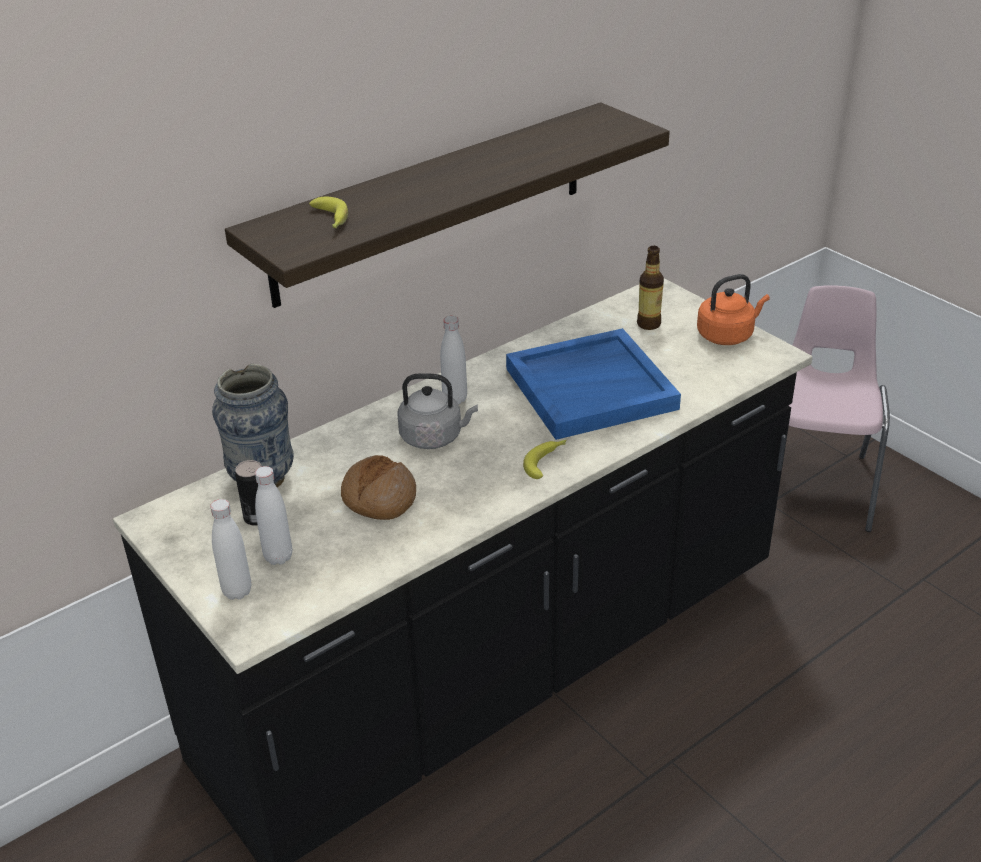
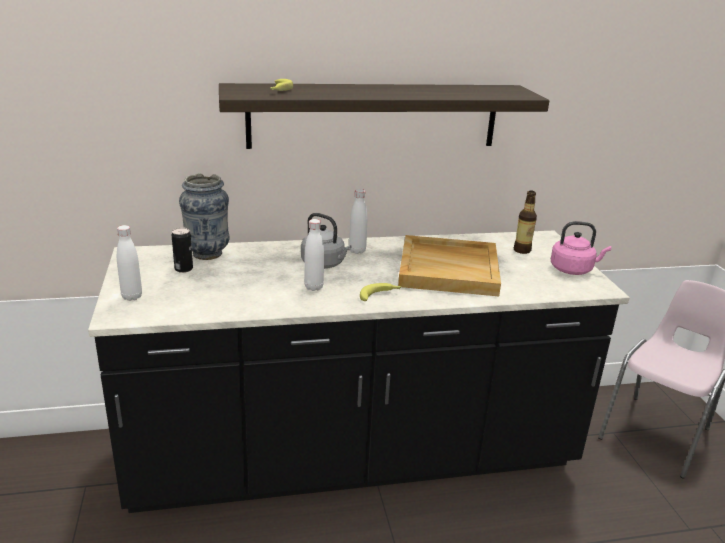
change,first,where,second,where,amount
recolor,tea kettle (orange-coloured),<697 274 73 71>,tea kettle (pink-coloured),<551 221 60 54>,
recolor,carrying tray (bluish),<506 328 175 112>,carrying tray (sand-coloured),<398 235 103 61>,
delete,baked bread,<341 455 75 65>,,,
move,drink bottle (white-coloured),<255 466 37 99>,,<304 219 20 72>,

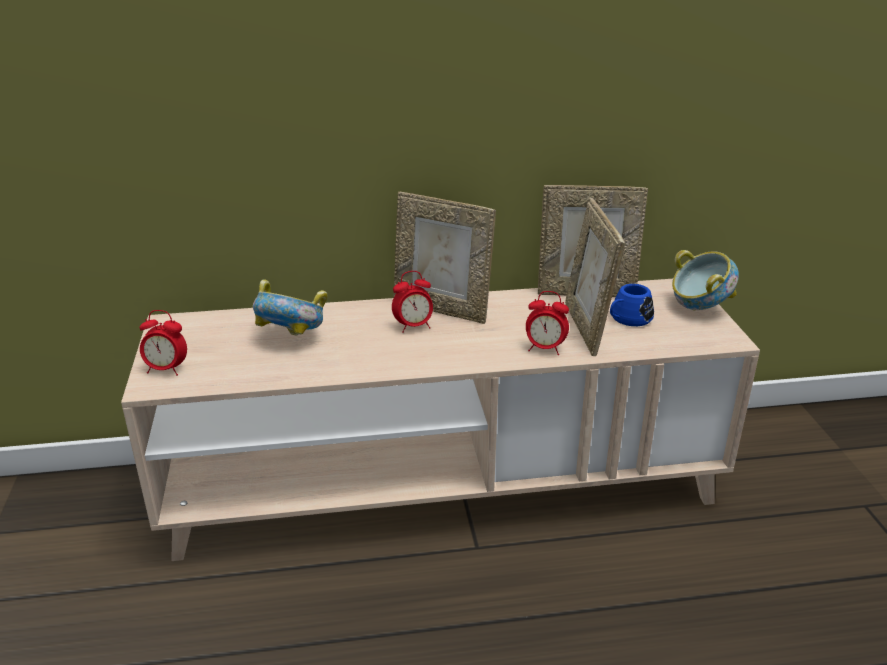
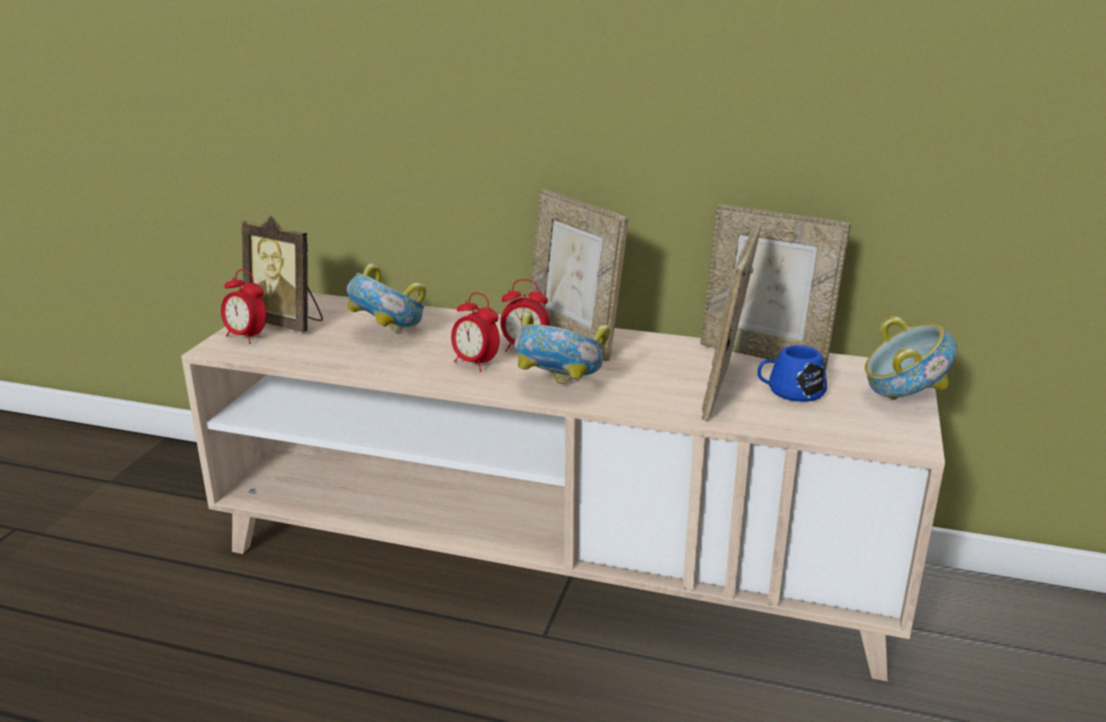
change,first,where,second,where,amount
move,table clock,<526 291 43 64>,,<451 292 49 80>,
insert,,,picture frame,<242 216 81 116>,
insert,,,serving bowl,<514 311 96 73>,

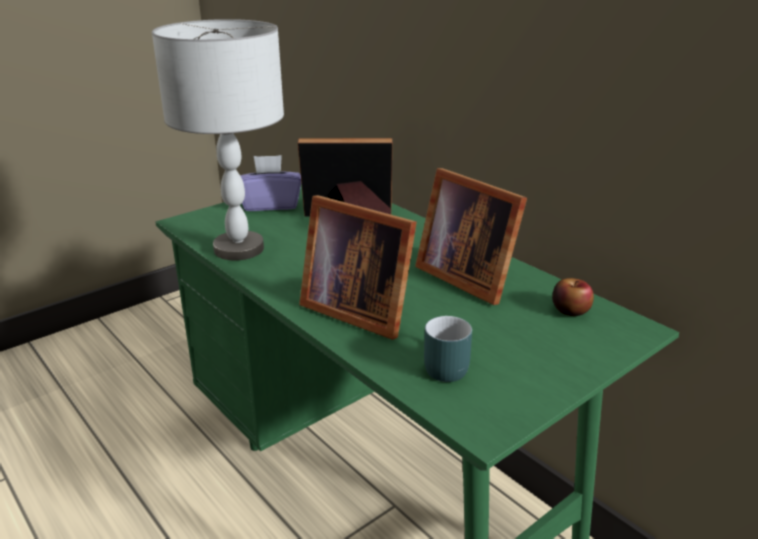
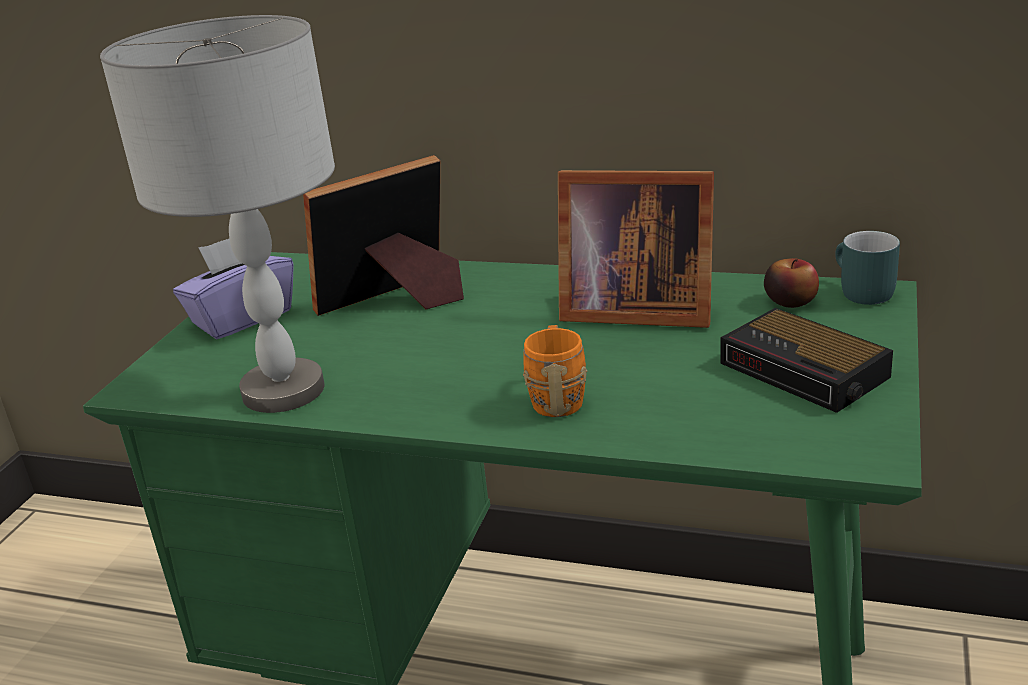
change,first,where,second,where,amount
replace,picture frame,<299 195 118 145>,tea mug (orange-coloured),<523 325 64 92>,
move,tea mug (blue-green),<424 316 48 66>,,<835 231 65 74>,
insert,,,table clock,<721 308 172 105>,

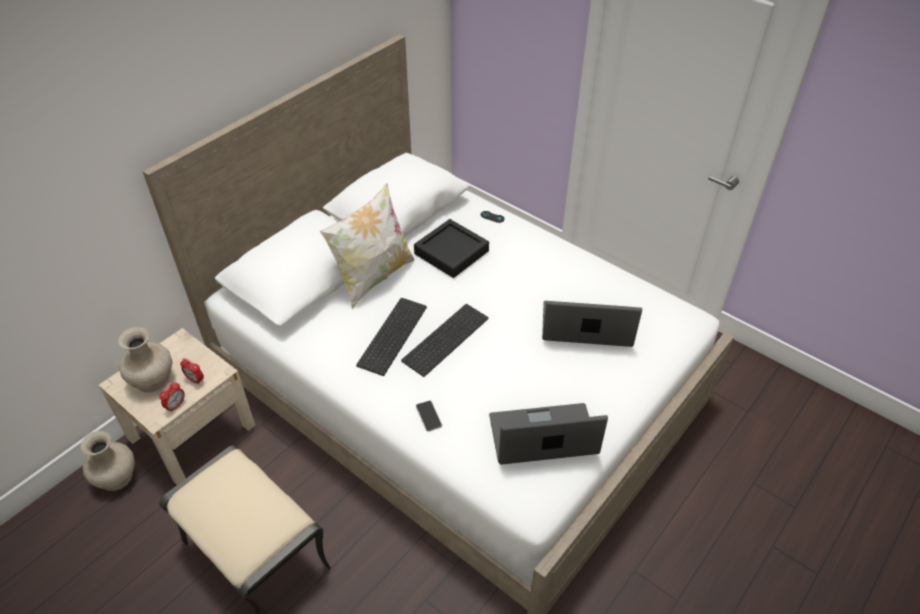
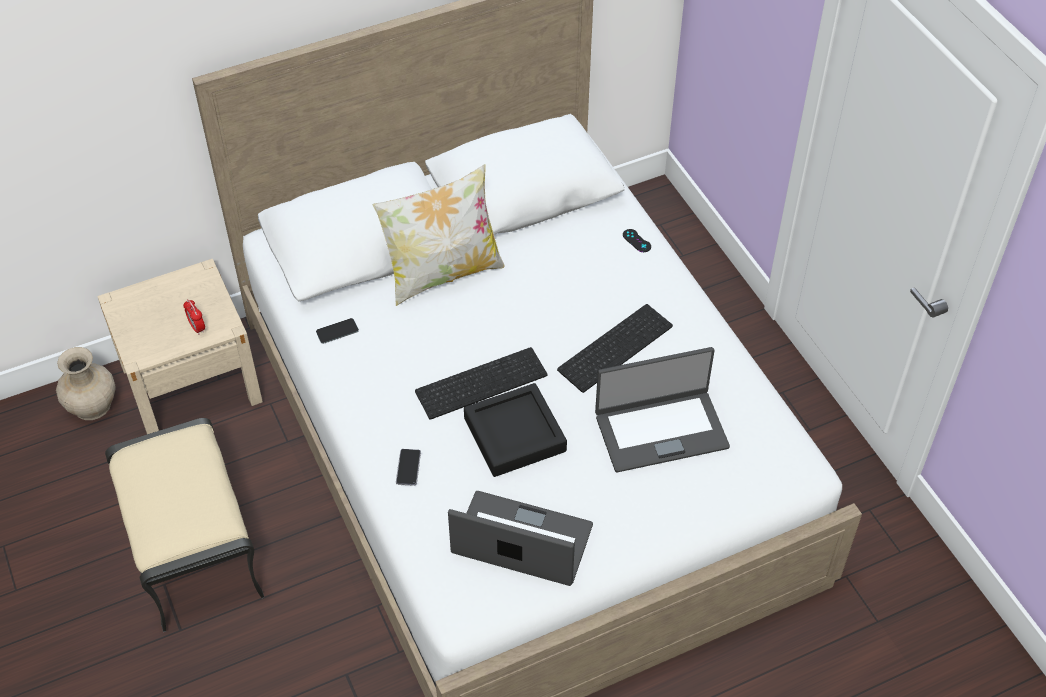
change,first,where,second,where,amount
move,carrying tray (black),<414 219 75 59>,,<464 383 103 94>,
move,keyboard,<356 298 71 78>,,<557 304 116 89>,
rotate,notebook computer,<542 301 100 46>,,<595 347 135 125>,135 degrees clockwise
delete,vase (sand-coloured),<117 326 55 66>,,,
delete,table clock,<160 382 25 30>,,,
insert,,,phone,<316 318 43 26>,

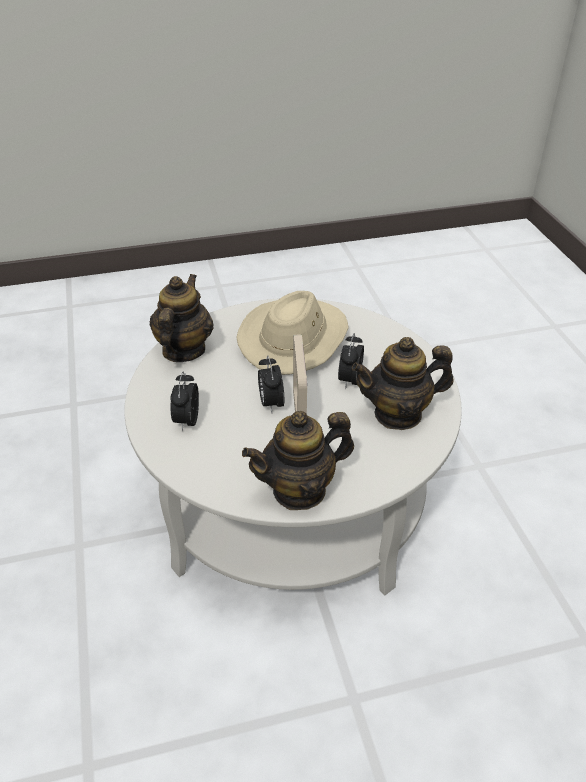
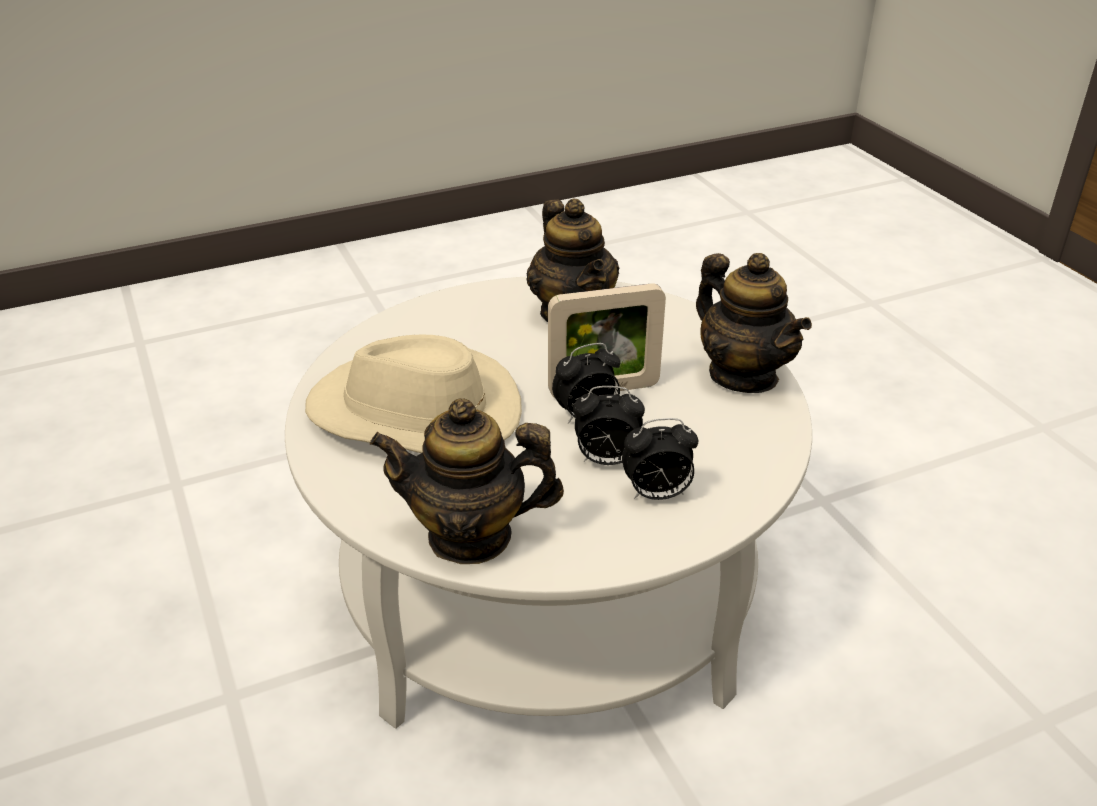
change,first,where,second,where,amount
move,table clock,<338 333 26 56>,,<573 386 72 79>,

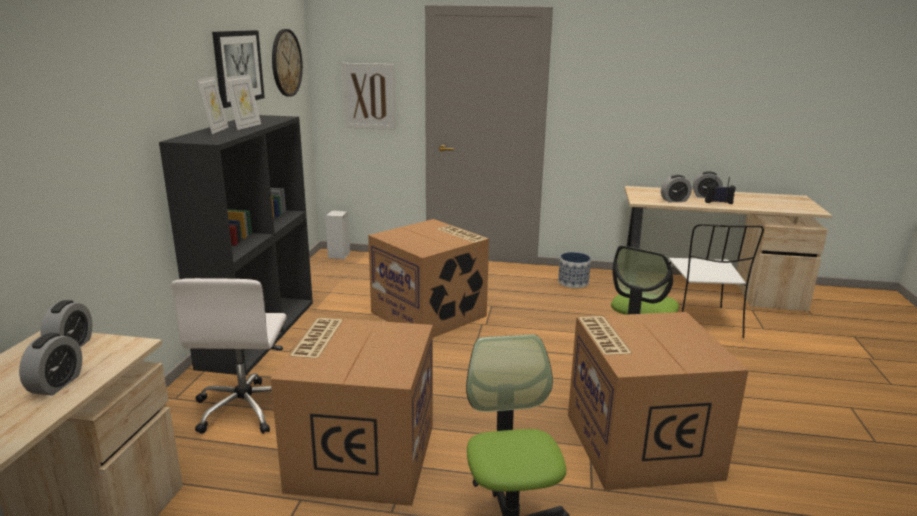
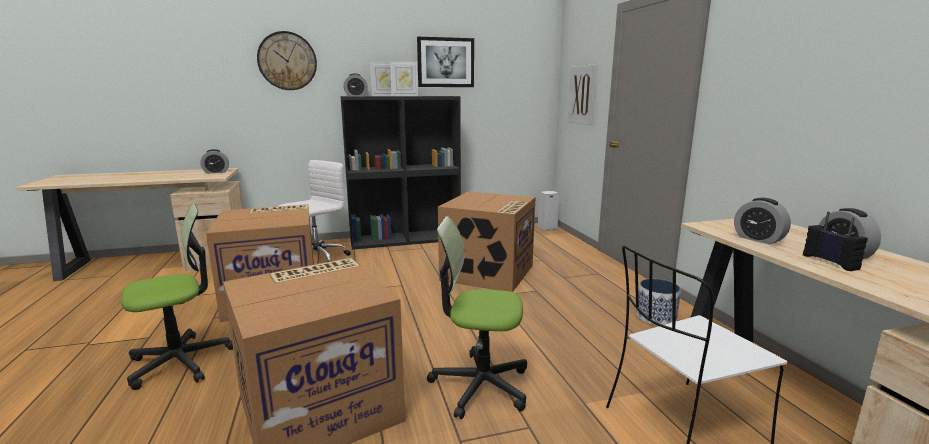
change,first,where,second,where,amount
move,wall clock,<272 29 31 68>,,<257 31 60 59>,
rotate,office chair (white-coloured),<171 278 116 156>,,<278 160 73 102>,150 degrees clockwise
move,table clock,<19 333 63 63>,,<344 74 24 22>,

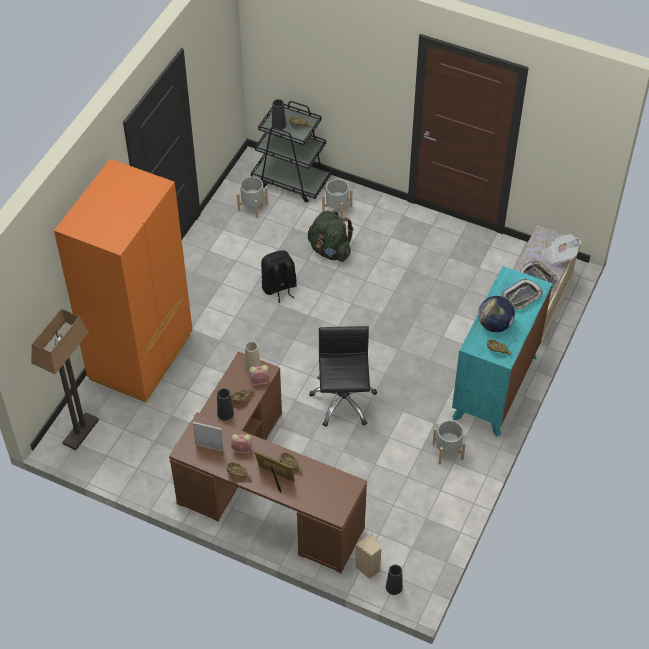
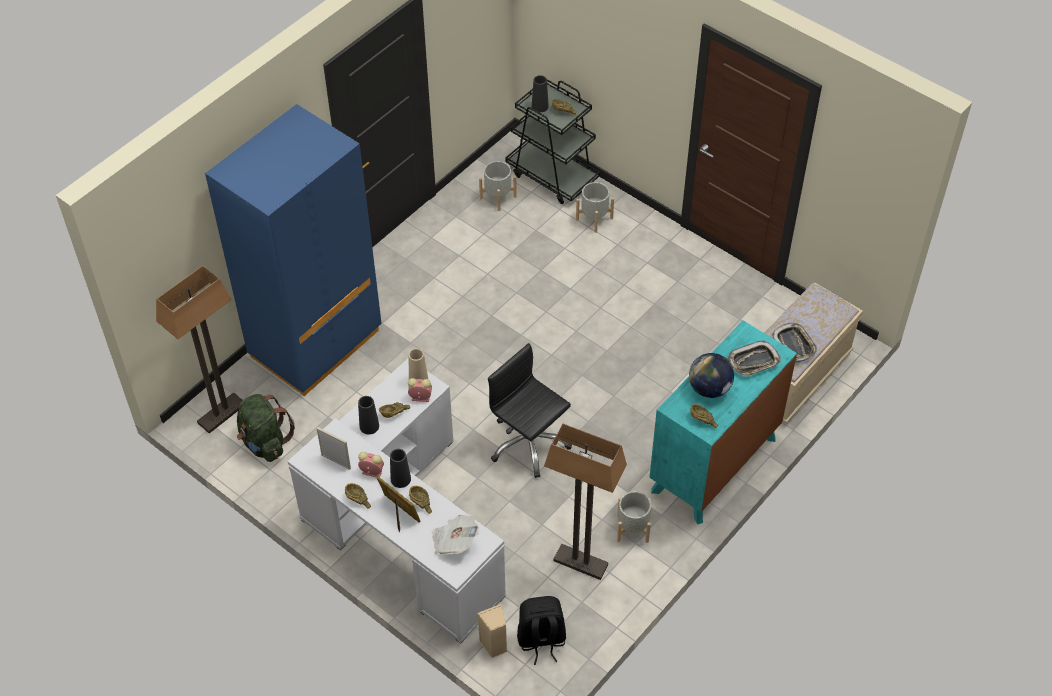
change,first,where,second,where,amount
recolor,armoire (orange-coloured),<54 159 138 244>,armoire (bluish),<205 104 177 292>,
move,backpack (green-coloured),<308 211 46 51>,,<237 394 58 68>,
move,newspaper,<542 234 39 31>,,<432 515 47 40>,
move,backpack (black),<261 250 36 53>,,<517 596 49 69>,
rotate,office chair (black),<309 326 68 101>,,<488 343 84 135>,60 degrees counterclockwise
recolor,desk table (brownish),<169 352 198 221>,desk table (white-coloured),<287 358 219 286>,
move,vase (black),<386 565 17 30>,,<390 449 21 39>,
insert,,,standard lamp,<544 424 83 156>,

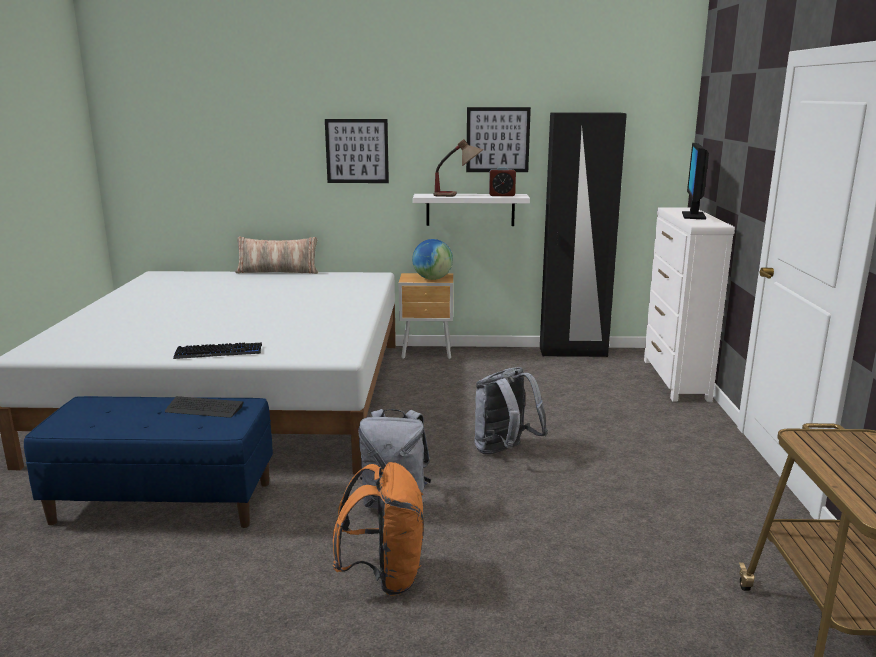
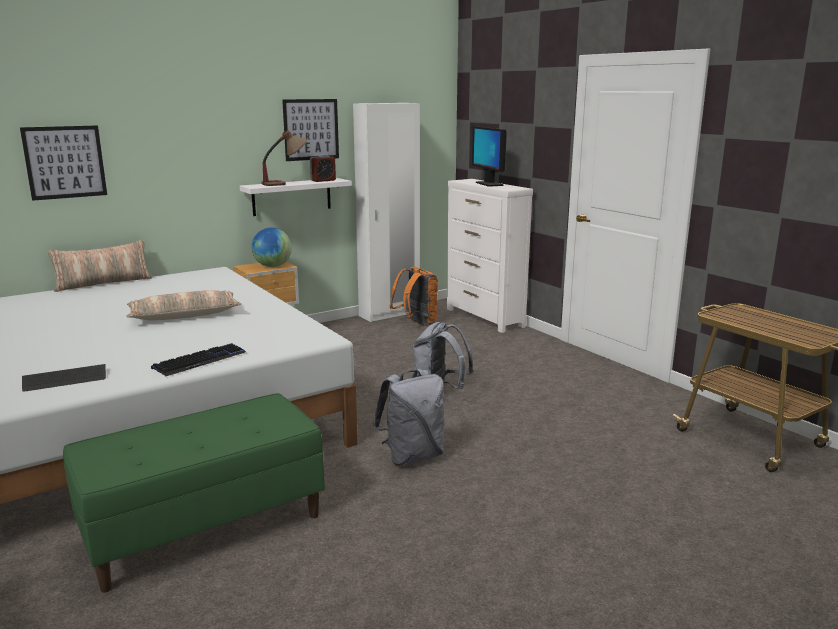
change,first,where,second,where,amount
recolor,armoire (black),<540 112 87 245>,armoire (white-coloured),<353 103 67 219>,
move,wall art,<325 119 64 64>,,<20 125 87 76>,
recolor,bench (bluish),<24 396 249 132>,bench (green-coloured),<63 393 262 200>,
move,keyboard,<165 396 79 22>,,<22 364 84 28>,
move,backpack (orange-coloured),<333 462 91 134>,,<389 267 49 59>,
insert,,,throw pillow,<126 290 115 30>,

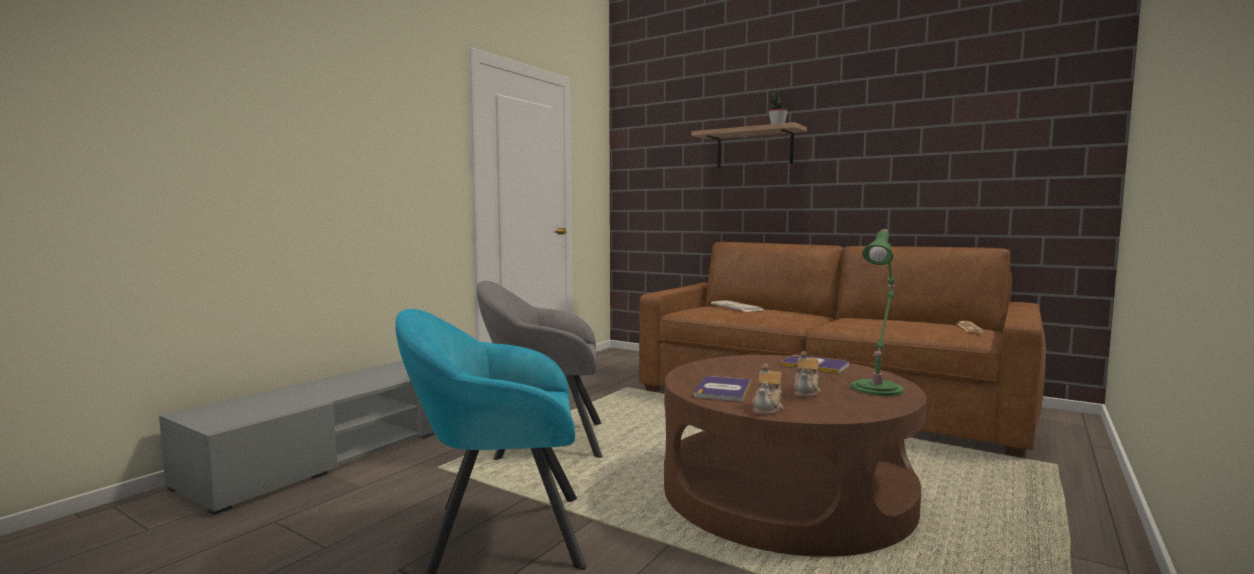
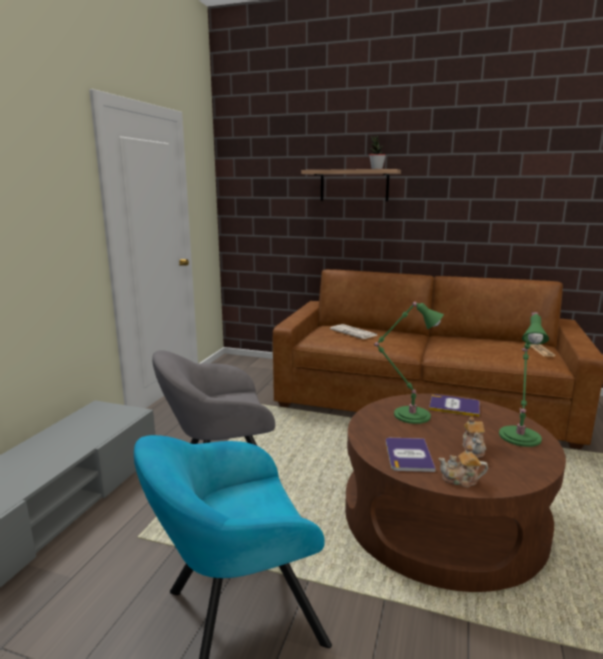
change,first,where,second,where,amount
rotate,pot for tea,<752 363 32 52>,,<438 445 50 43>,90 degrees clockwise
insert,,,table lamp (green-coloured),<375 302 69 122>,

